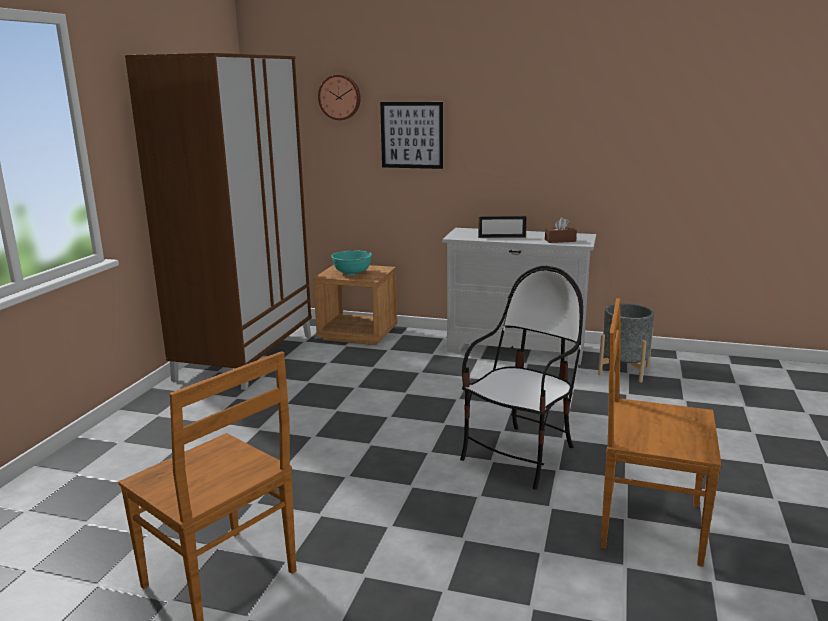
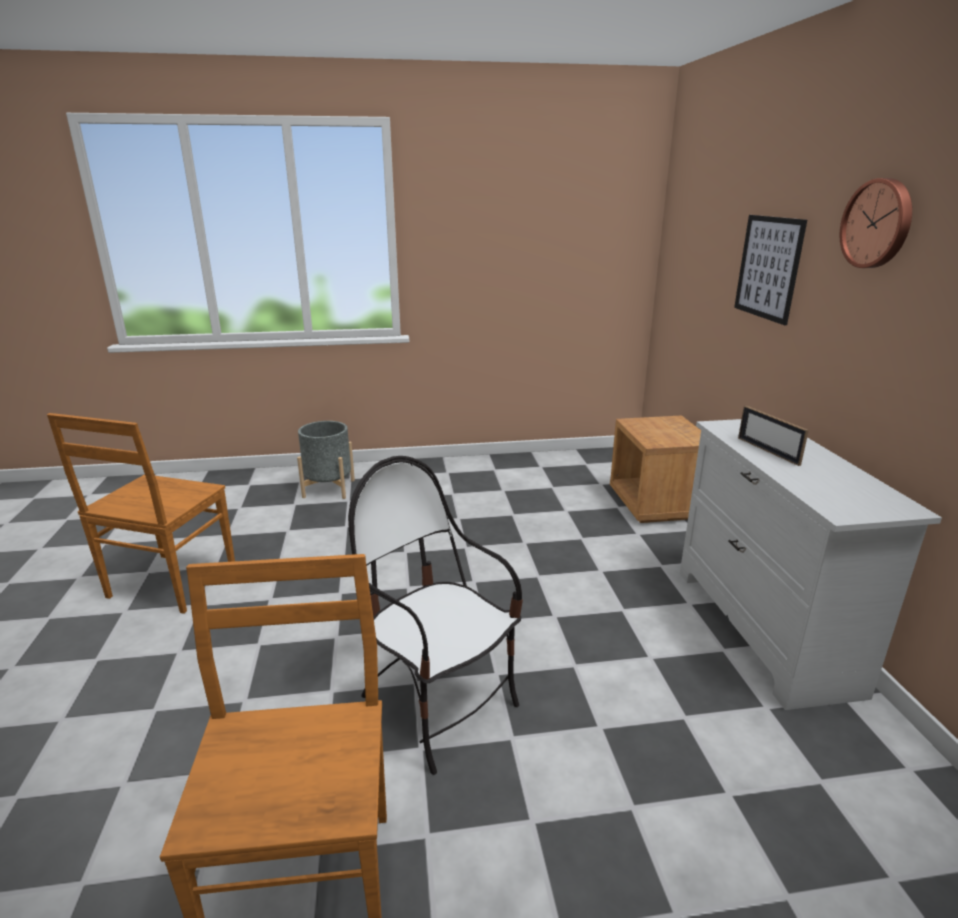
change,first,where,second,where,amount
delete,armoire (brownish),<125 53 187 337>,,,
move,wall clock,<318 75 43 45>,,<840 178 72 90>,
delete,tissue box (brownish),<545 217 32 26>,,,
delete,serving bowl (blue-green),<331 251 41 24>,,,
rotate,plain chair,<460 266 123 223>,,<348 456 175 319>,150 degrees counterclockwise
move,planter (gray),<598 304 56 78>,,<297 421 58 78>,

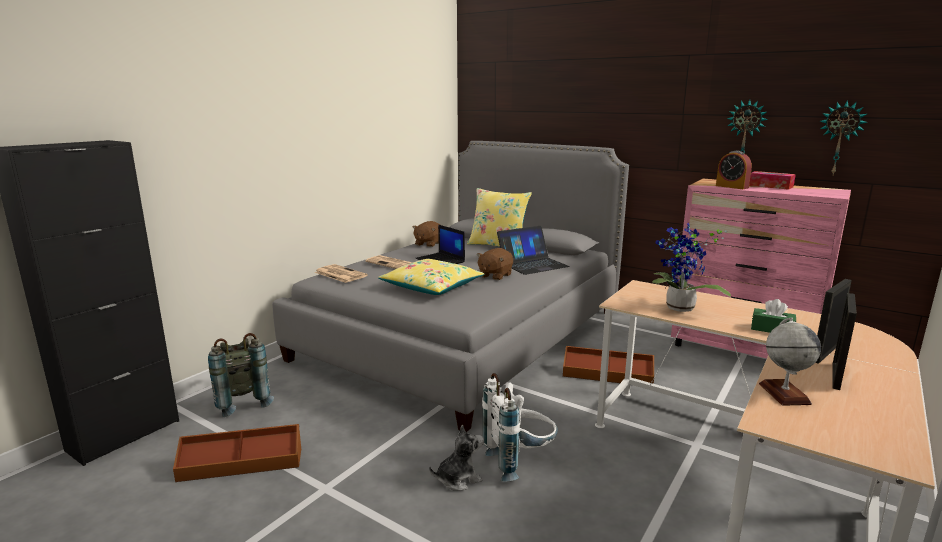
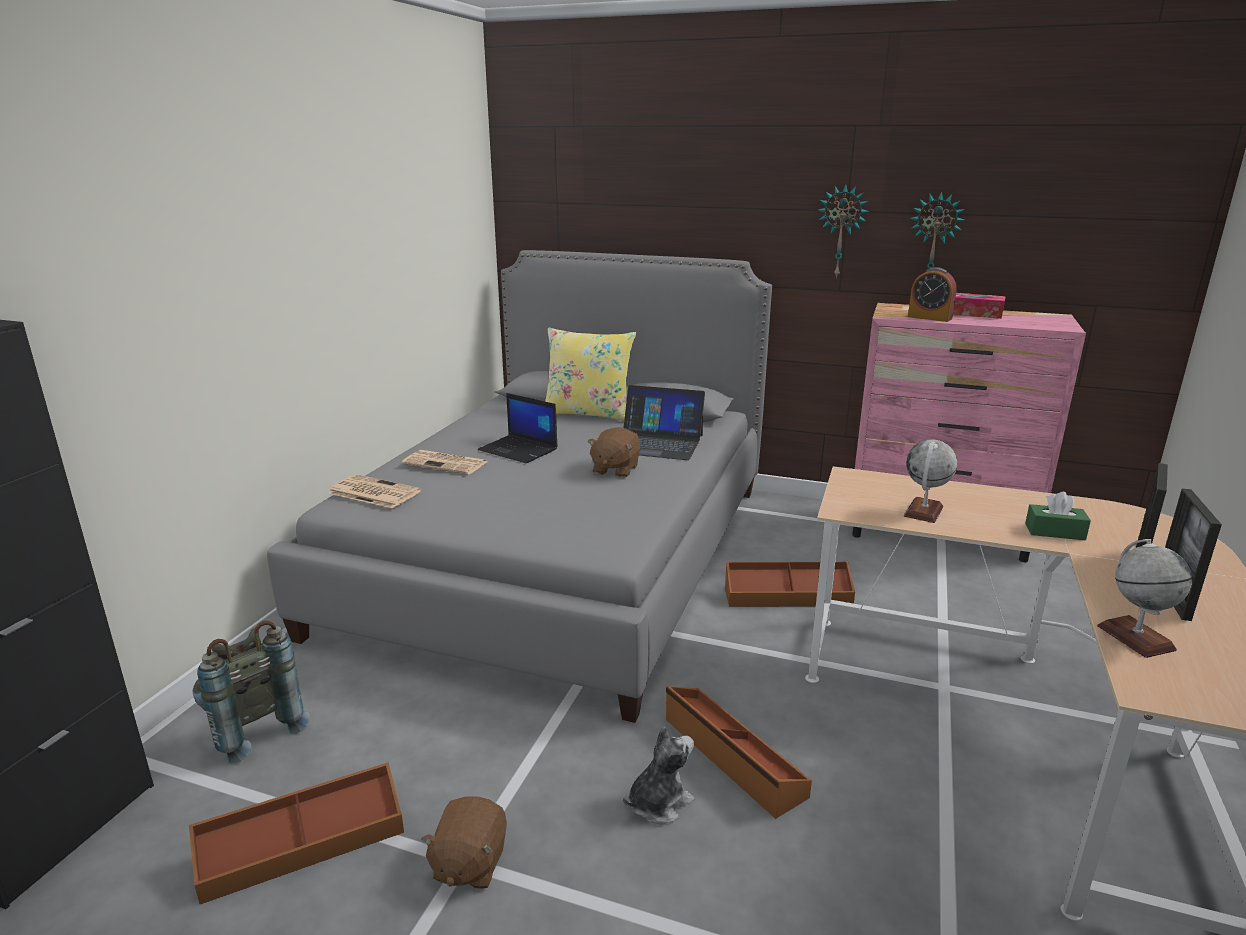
change,first,where,second,where,amount
move,wall clock,<820 100 47 74>,,<818 184 51 94>,
move,soft toy (brownish),<413 221 27 26>,,<421 796 86 93>,
replace,potted plant,<652 223 79 89>,world globe,<904 440 53 83>,
rotate,notebook computer,<497 226 73 49>,,<624 385 81 75>,60 degrees clockwise
delete,throw pillow (yellowish),<378 259 106 36>,,,
replace,backpack (white-coloured),<482 373 76 109>,storage box (brownish),<666 686 146 133>,

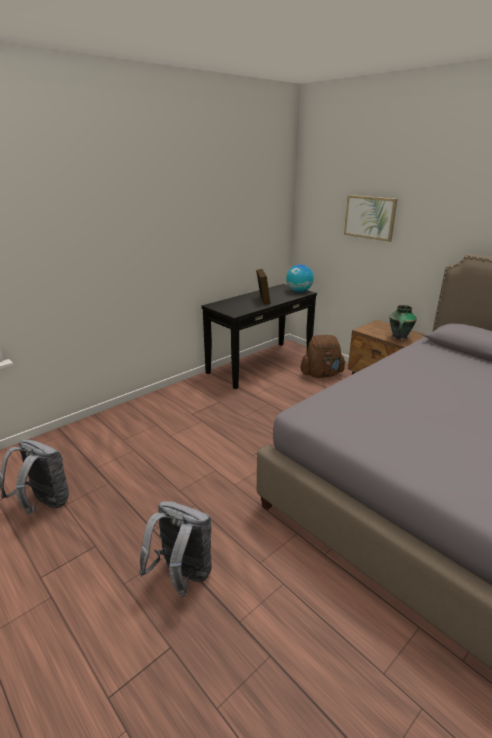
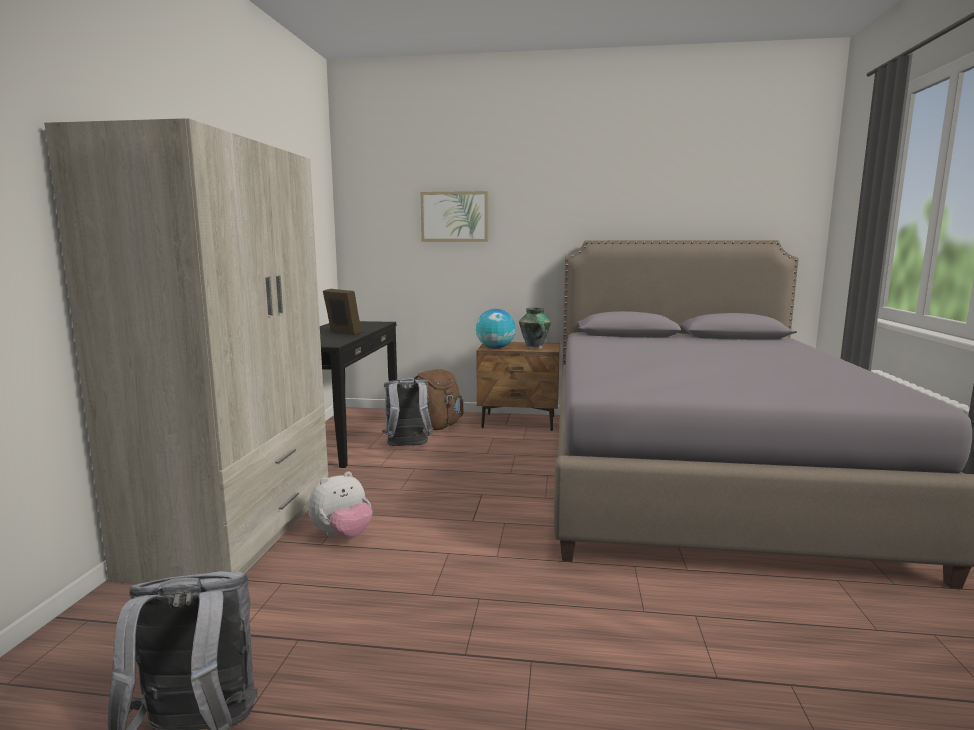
change,first,where,second,where,amount
move,world globe,<286 264 28 28>,,<476 309 39 40>,
move,backpack (gray),<139 501 73 96>,,<382 377 51 69>,
insert,,,armoire (sand-coloured),<44 118 284 466>,
insert,,,soft toy,<308 471 64 67>,

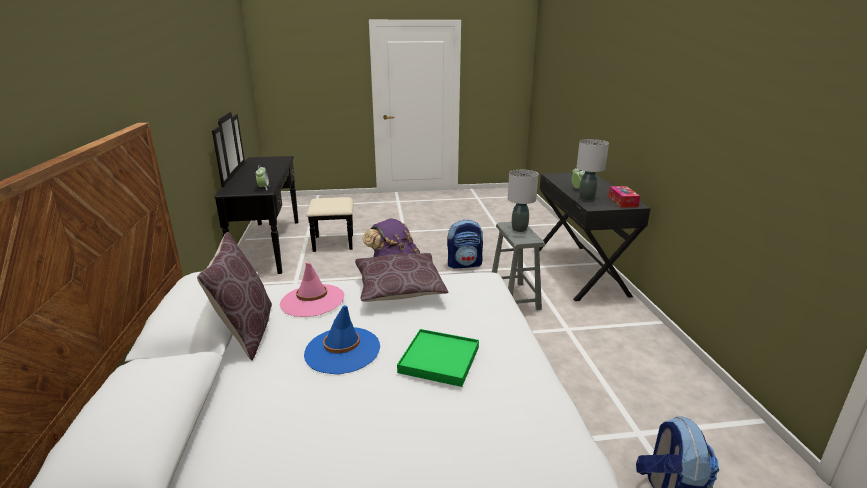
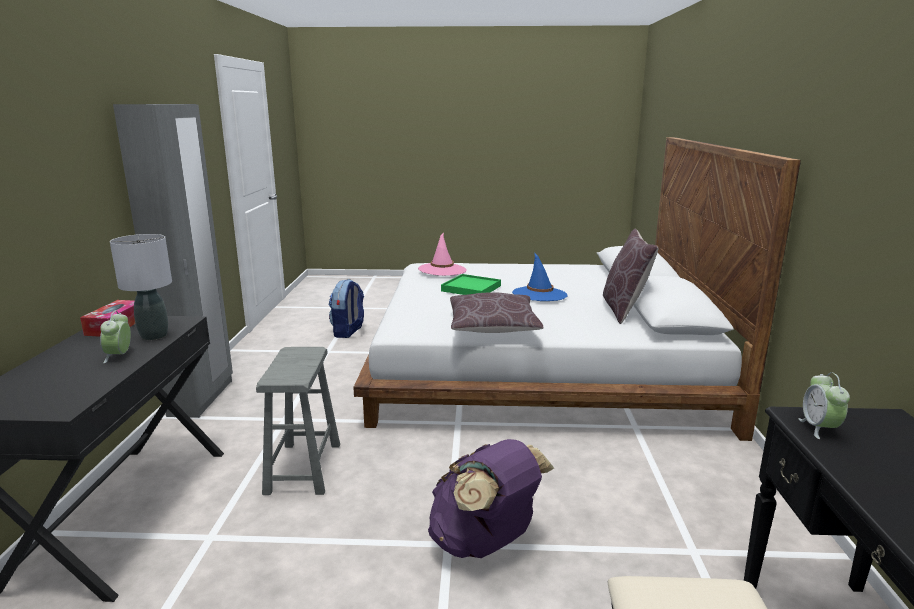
change,first,where,second,where,amount
delete,table lamp (gray),<508 170 30 62>,,,
delete,backpack,<447 219 36 49>,,,
move,clothing hat (pink-coloured),<280 262 64 55>,,<418 233 49 43>,
insert,,,armoire (gray),<113 104 120 314>,

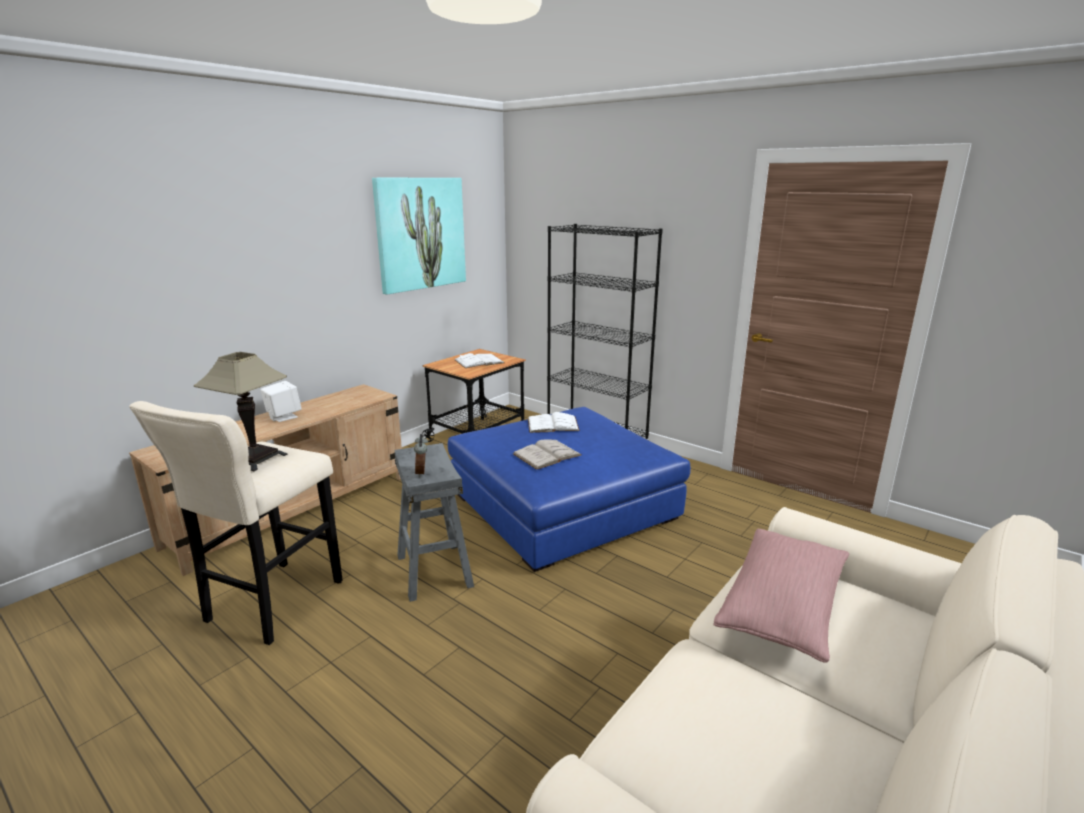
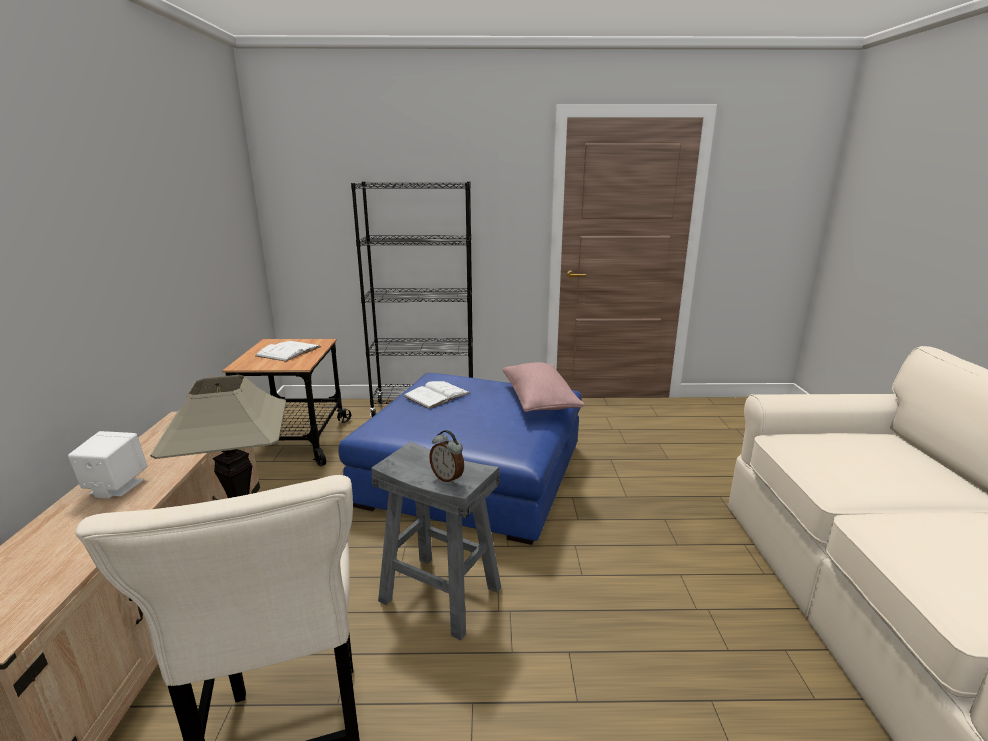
change,first,where,second,where,amount
delete,wall art,<372 178 94 117>,,,
delete,bound book (white-coloured),<513 440 69 30>,,,
move,throw pillow (pink-coloured),<713 529 136 134>,,<503 362 82 50>,

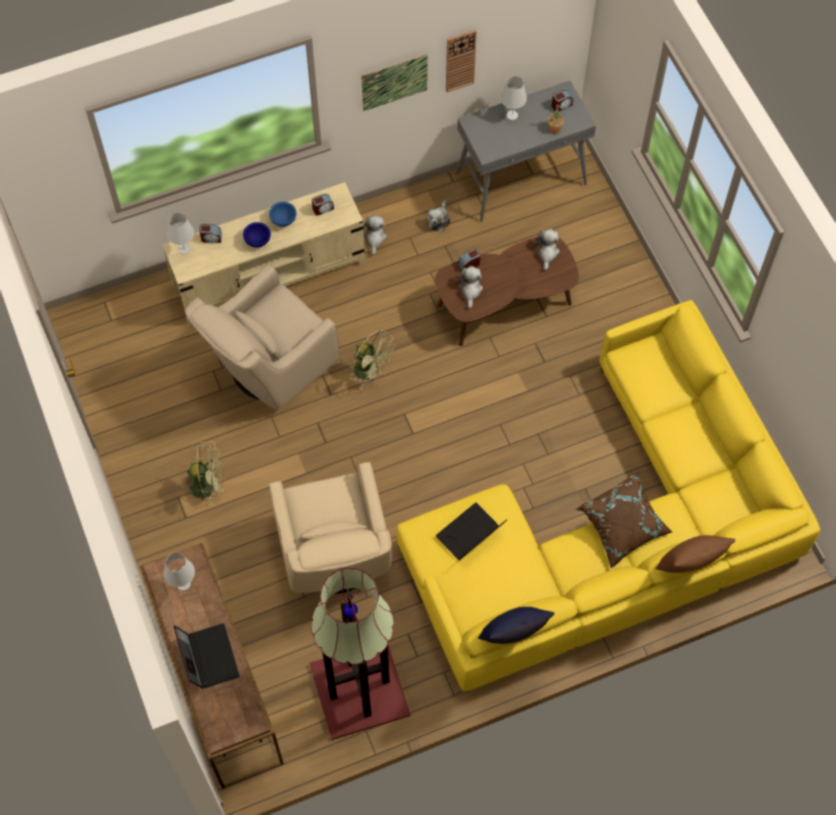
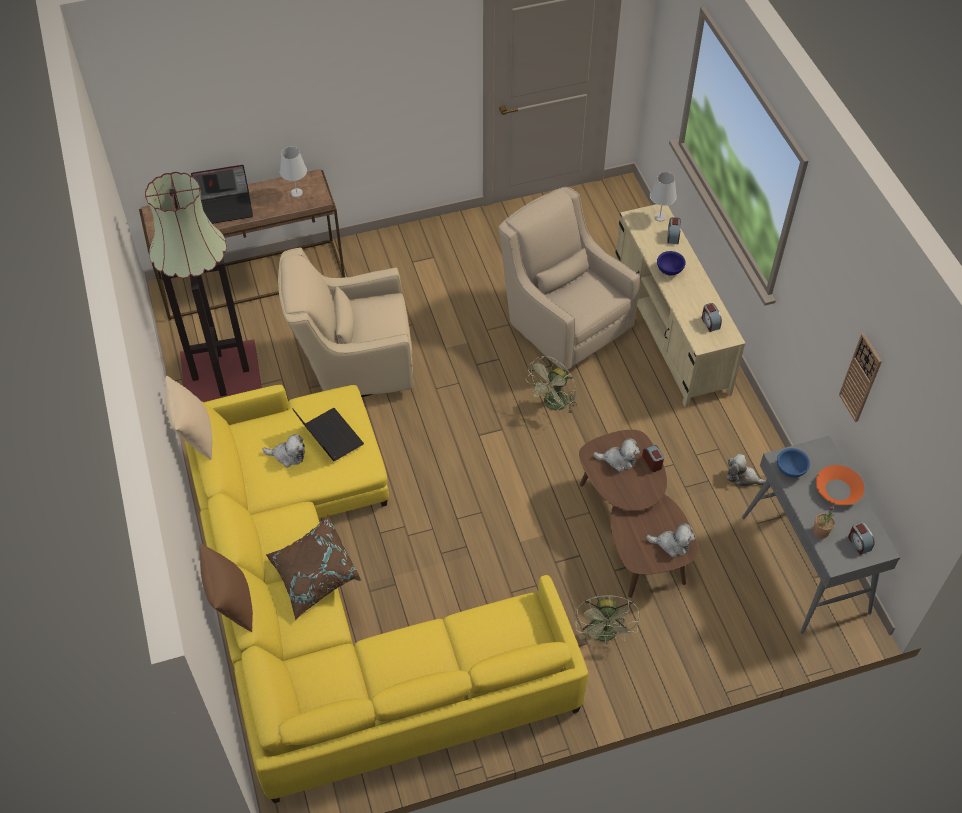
change,first,where,second,where,amount
delete,wall art,<361 54 67 57>,,,
replace,table lamp (white-coloured),<501 76 26 44>,serving bowl (orange-coloured),<816 465 48 40>,
move,serving bowl (bluish),<269 202 27 25>,,<777 448 33 30>,
move,soft toy,<363 215 24 40>,,<262 434 43 34>,
move,cooling fan (green-coloured),<182 441 42 66>,,<574 595 66 50>,
recolor,throw pillow (bluish),<478 607 76 37>,throw pillow (sand-coloured),<165 376 47 84>,

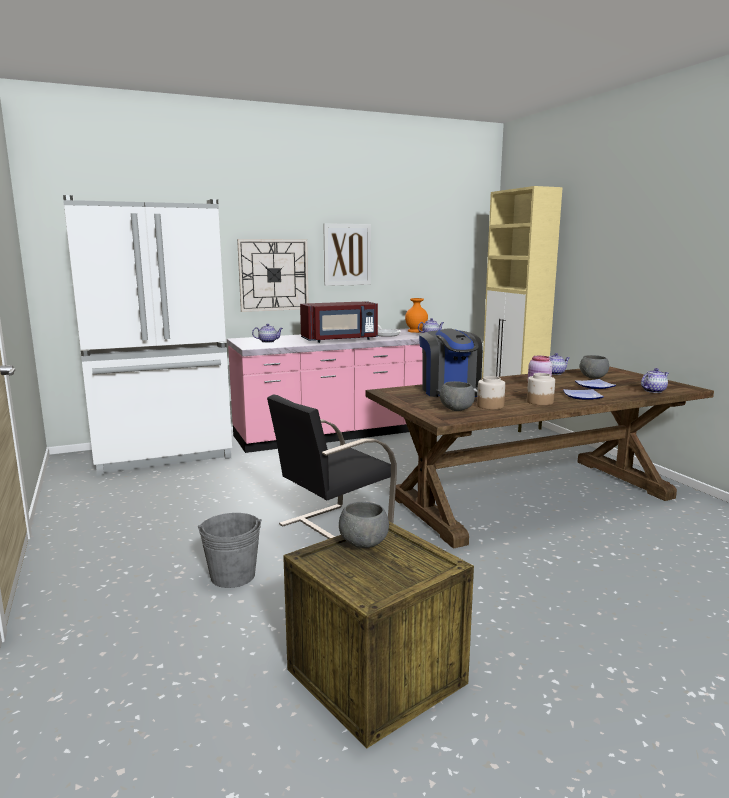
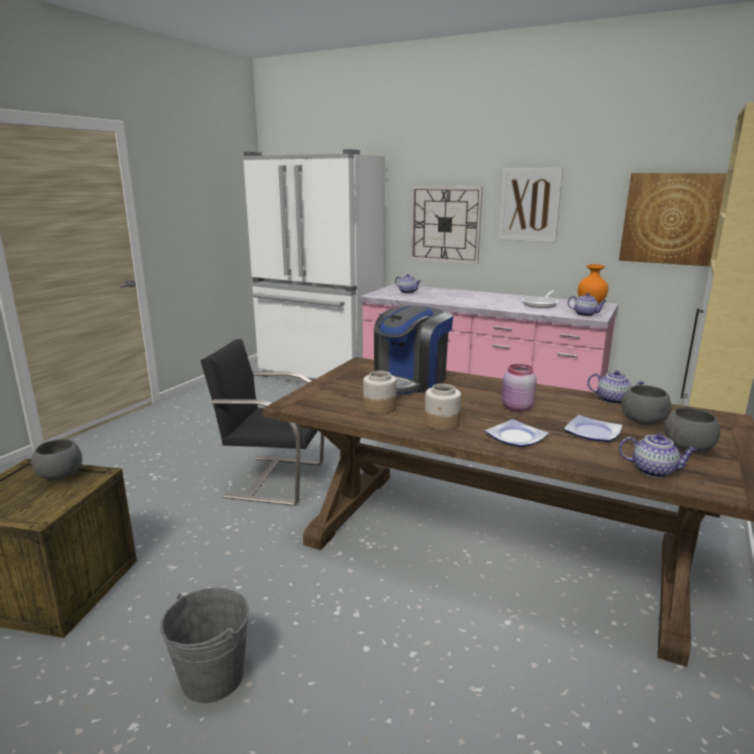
change,first,where,second,where,amount
delete,kitchen microwave (reddish),<300 301 78 42>,,,
move,serving bowl (gray),<440 381 35 30>,,<664 407 56 46>,
move,pail (gray),<198 513 64 75>,,<160 588 89 115>,
insert,,,wall art,<619 173 108 93>,

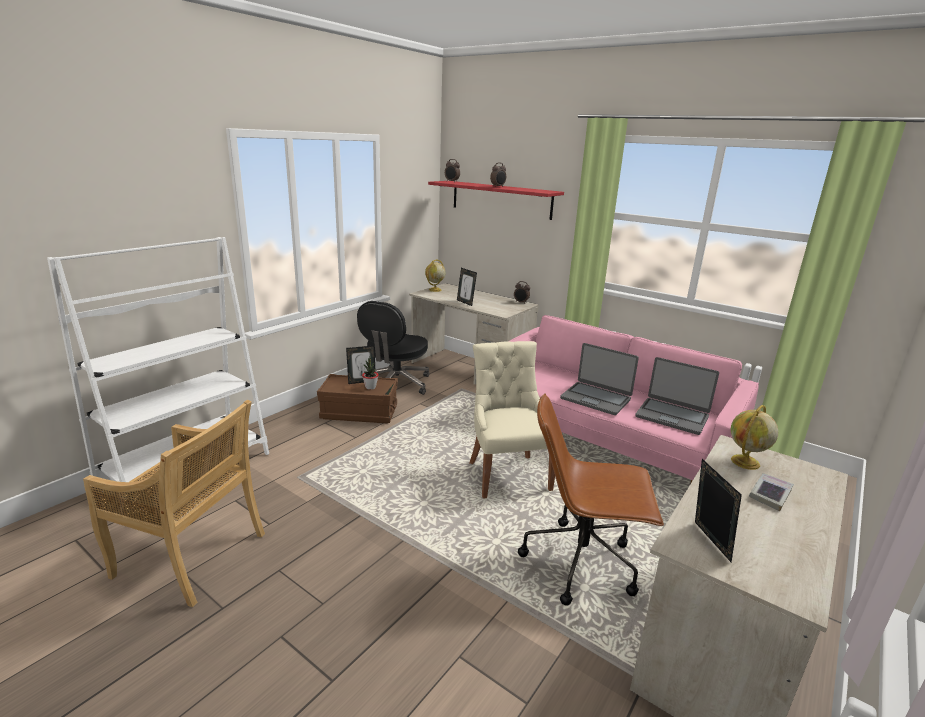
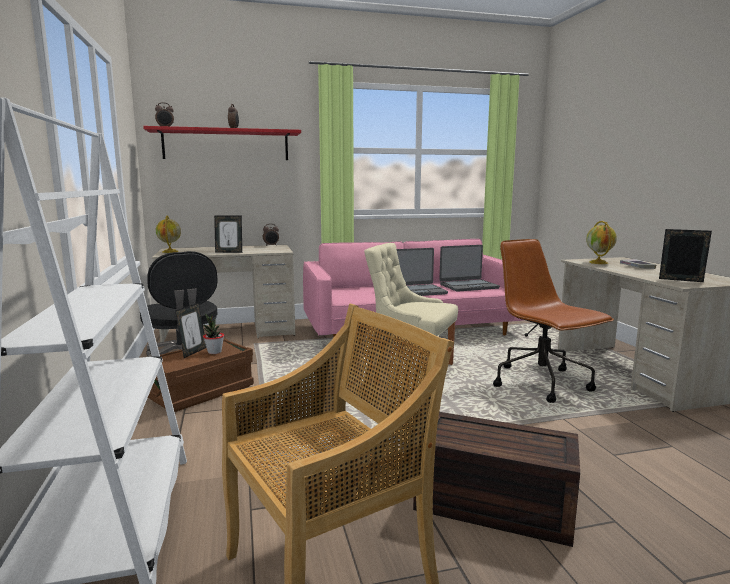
change,first,where,second,where,amount
rotate,office chair (brownish),<518 393 146 213>,,<493 239 121 164>,105 degrees clockwise
insert,,,storage box (brownish),<413 412 167 135>,

